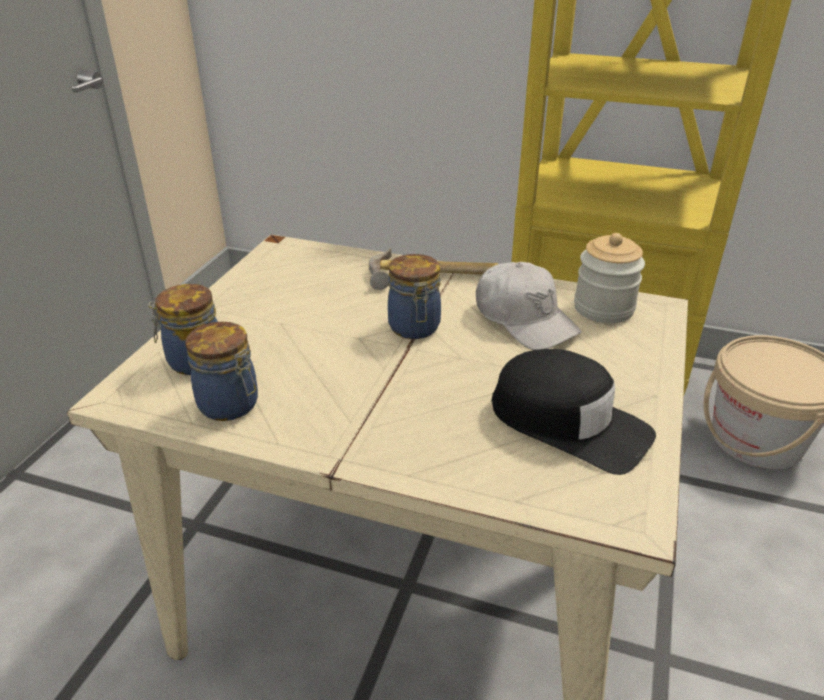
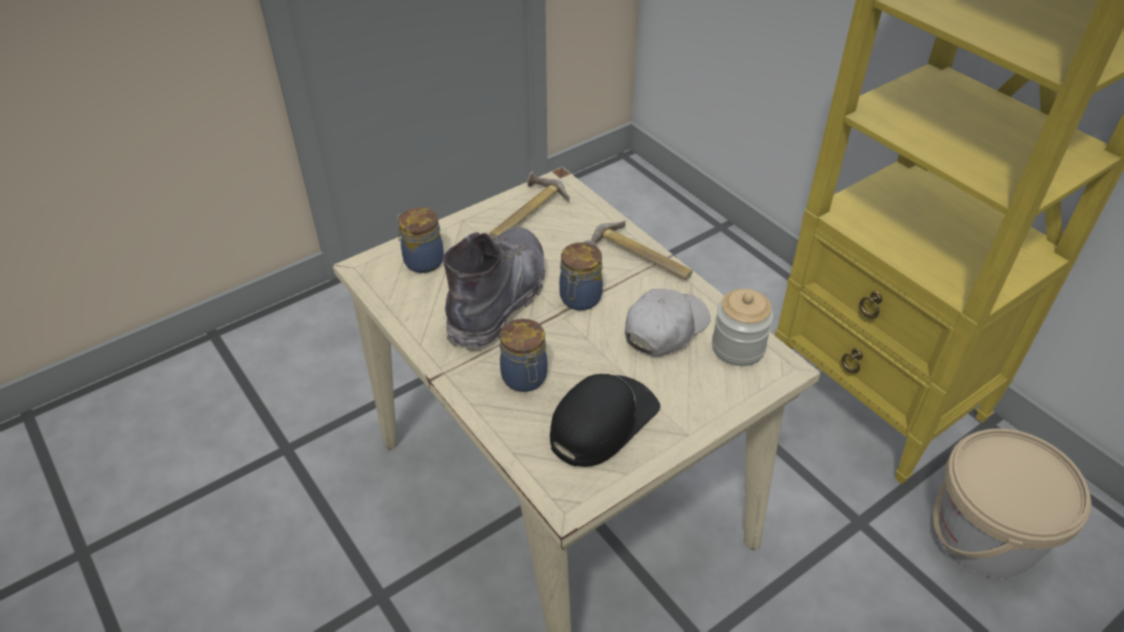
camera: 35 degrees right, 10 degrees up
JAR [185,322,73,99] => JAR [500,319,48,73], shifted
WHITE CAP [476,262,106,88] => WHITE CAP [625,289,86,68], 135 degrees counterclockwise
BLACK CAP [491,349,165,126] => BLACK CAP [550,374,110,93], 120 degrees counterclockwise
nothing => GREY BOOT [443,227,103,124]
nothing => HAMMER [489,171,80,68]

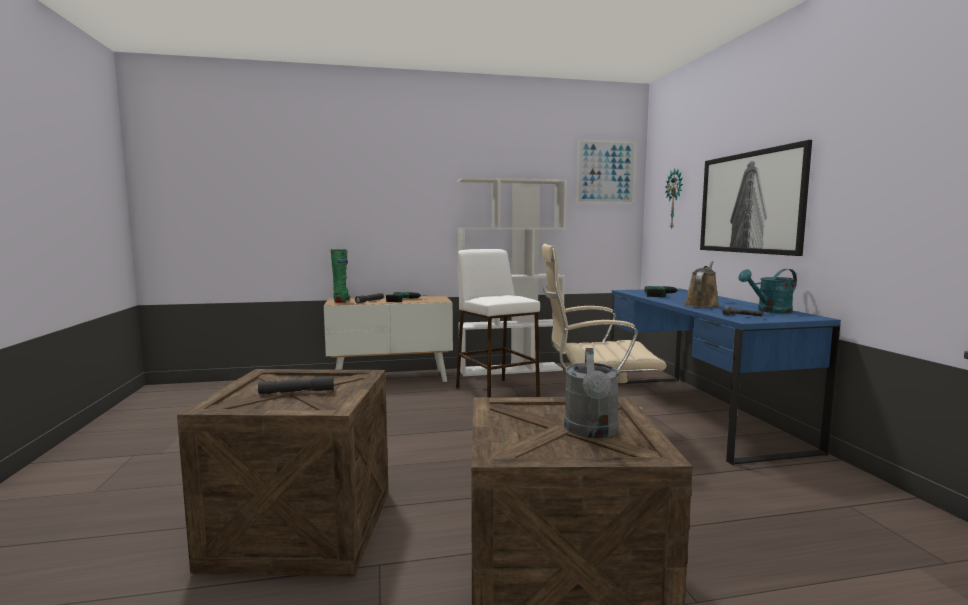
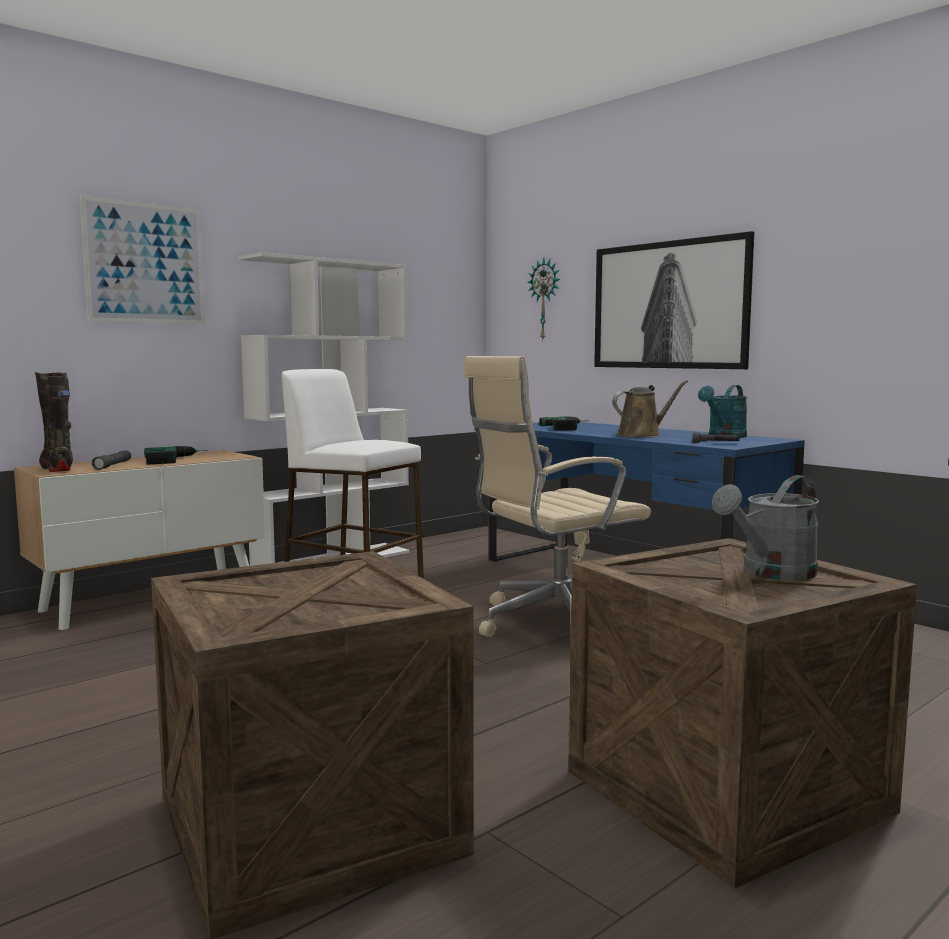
camera: 30 degrees left, 0 degrees up
GREY FLASHLIGHT [258,376,76,18] => nothing
GREEN BOOT [331,249,19,54] => BLACK BOOT [35,372,38,100]
GREY WATERING CAN [564,348,55,90] => GREY WATERING CAN [712,475,108,105], 75 degrees clockwise
PICTURE [576,139,61,65] => PICTURE [80,196,125,128], shifted
BROWN WATERING CAN [684,261,35,47] => BROWN WATERING CAN [612,380,76,57], 60 degrees clockwise

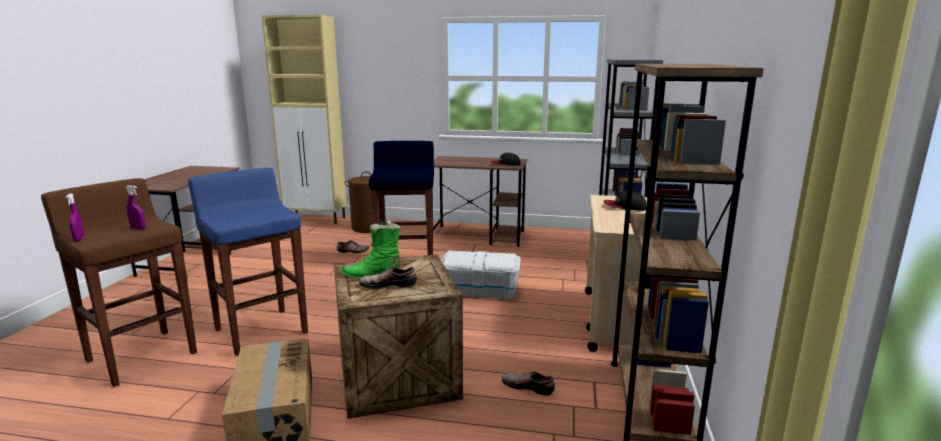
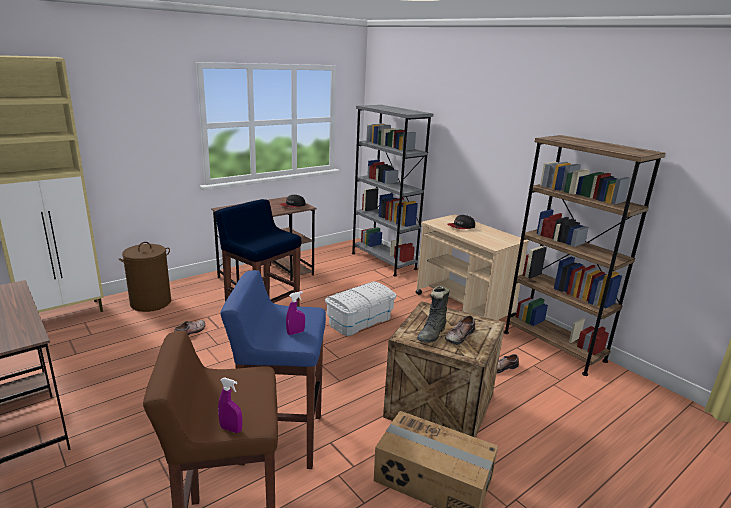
camera: 50 degrees left, 5 degrees up
PURPLE SPRAY BOTTLE [125,185,21,44] => PURPLE SPRAY BOTTLE [286,291,19,44], shifted
GREEN BOOT [341,220,60,58] => BLACK BOOT [417,286,33,57]

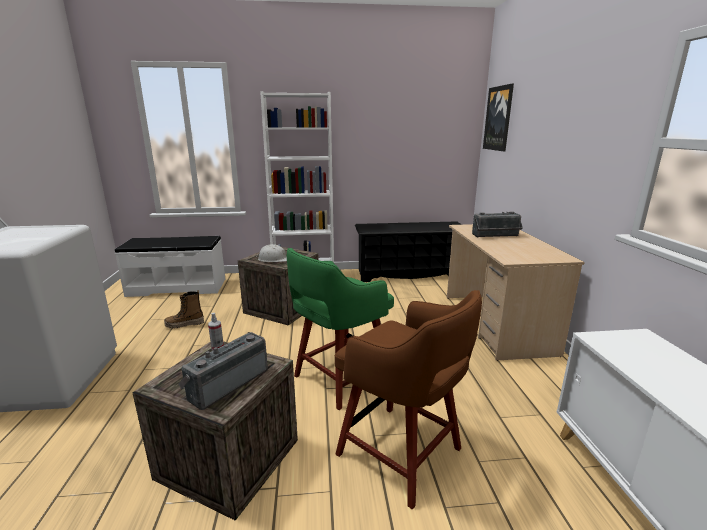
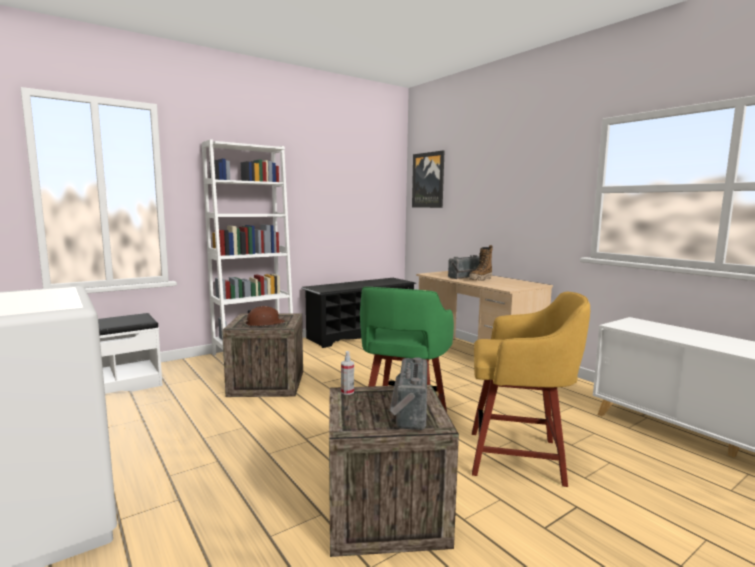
camera: 30 degrees left, 10 degrees down
BOOT [164,290,40,39] => BOOT [469,245,24,36], shifted
WHITE HARD HAT [256,244,31,18] => BROWN HARD HAT [243,306,42,20]
BROWN STOOL [335,290,147,220] => YELLOW STOOL [472,292,118,195]

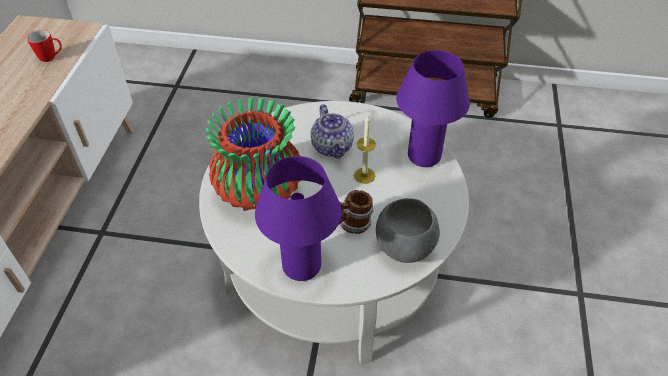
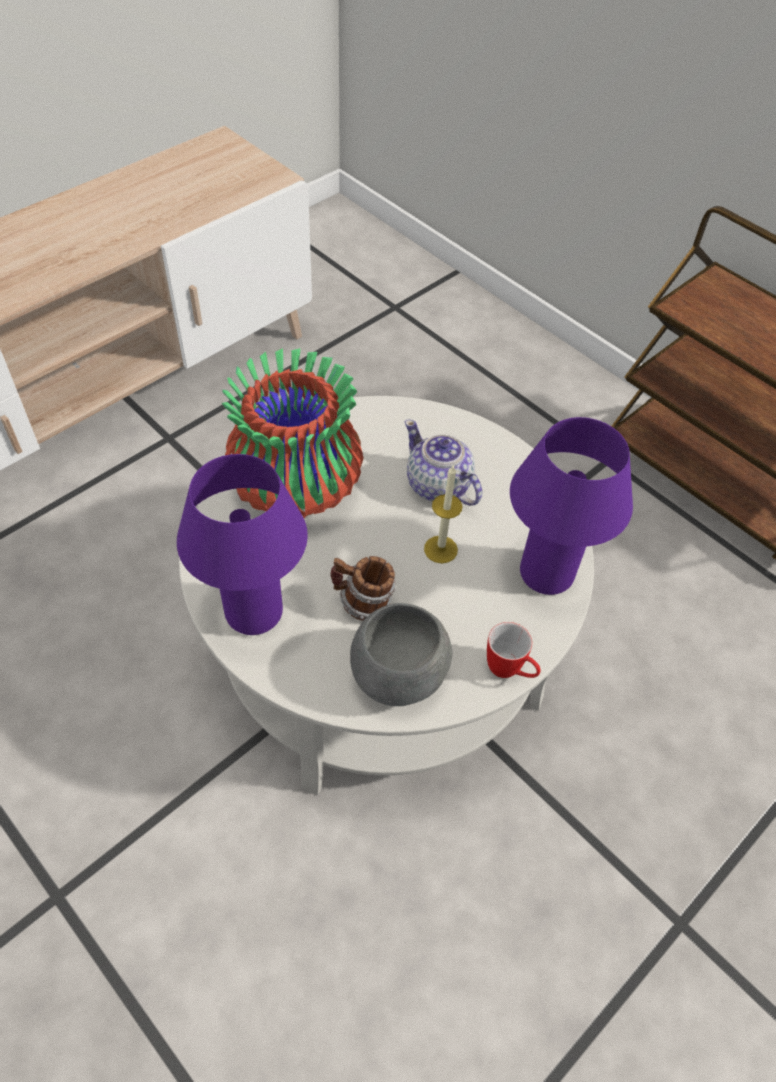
camera: 35 degrees right, 5 degrees up
MUG [27,30,35,32] => MUG [487,622,53,56], shifted
TEAPOT [311,104,43,55] => TEAPOT [405,419,77,87], 120 degrees clockwise

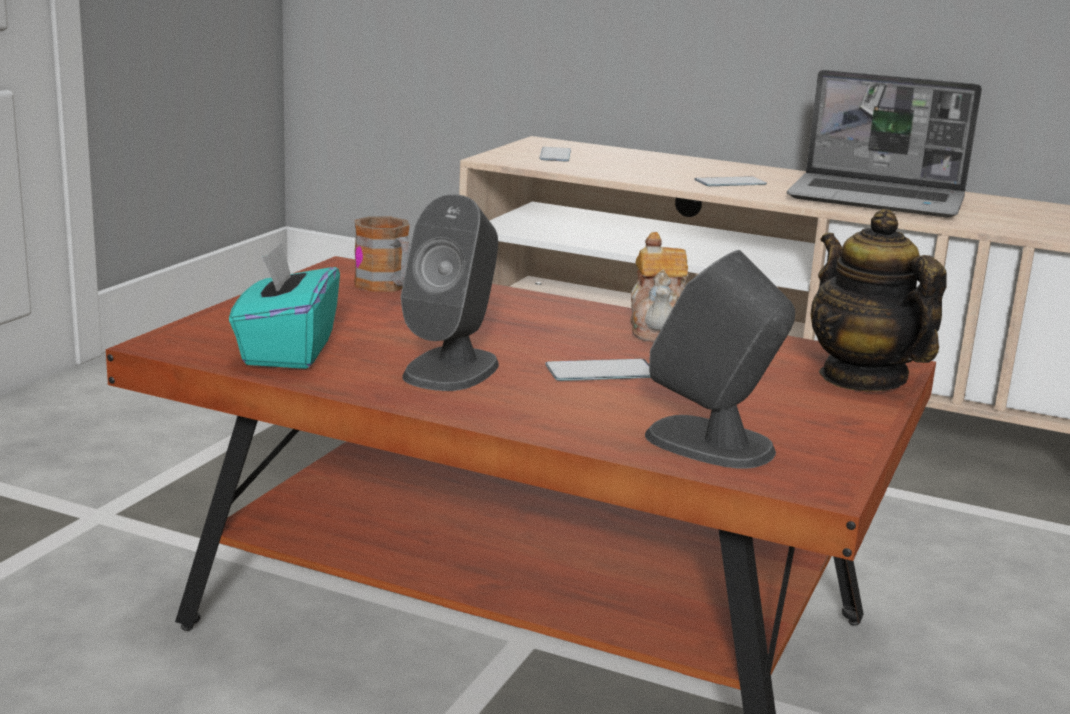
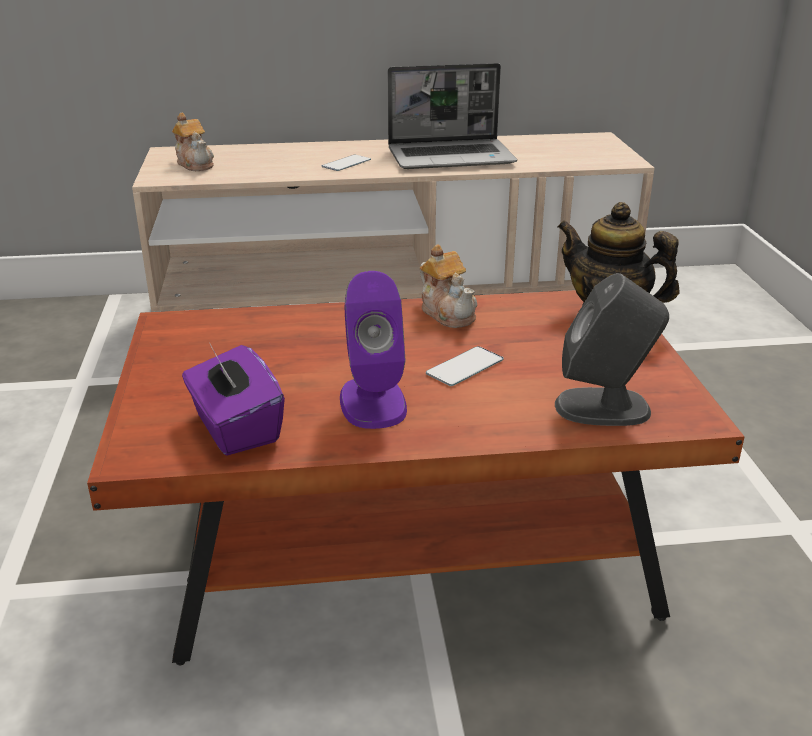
camera: 30 degrees left, 10 degrees up
TURQUOISE TISSUE BOX [229,242,111,127] => PURPLE TISSUE BOX [182,342,103,113]
MUG [354,216,56,76] => nothing
GREY SPEAKER [401,194,98,197] => PURPLE SPEAKER [340,271,67,158]
PHONE [539,147,32,14] => TEAPOT [172,112,42,59]

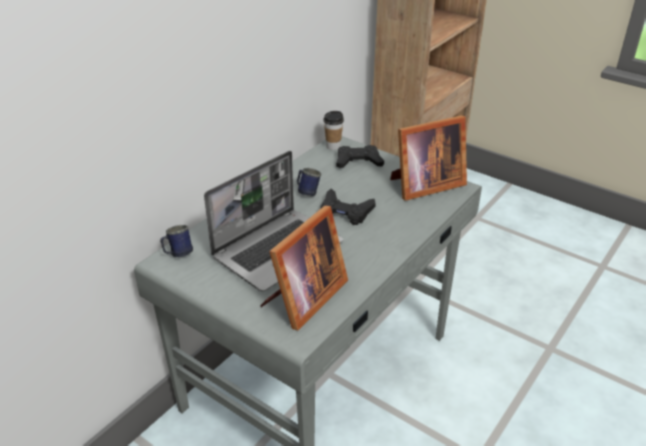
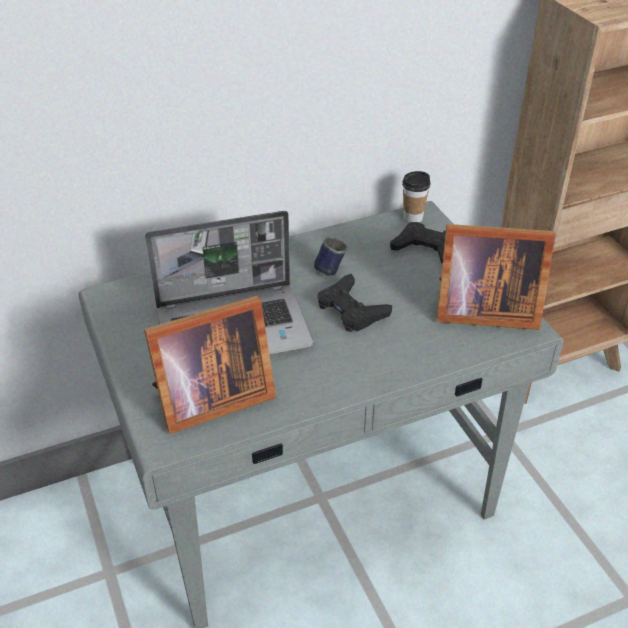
camera: 30 degrees right, 5 degrees up
BLUE MUG [160,225,33,32] => nothing

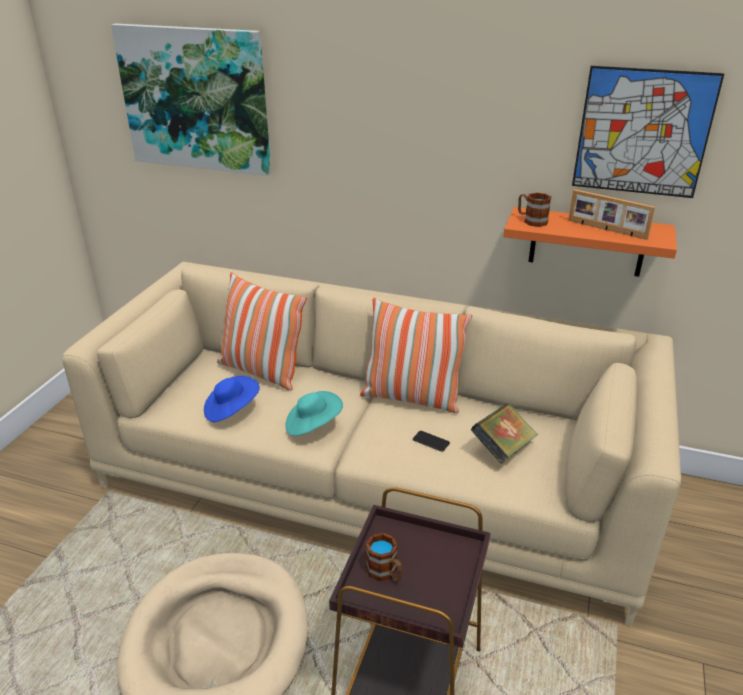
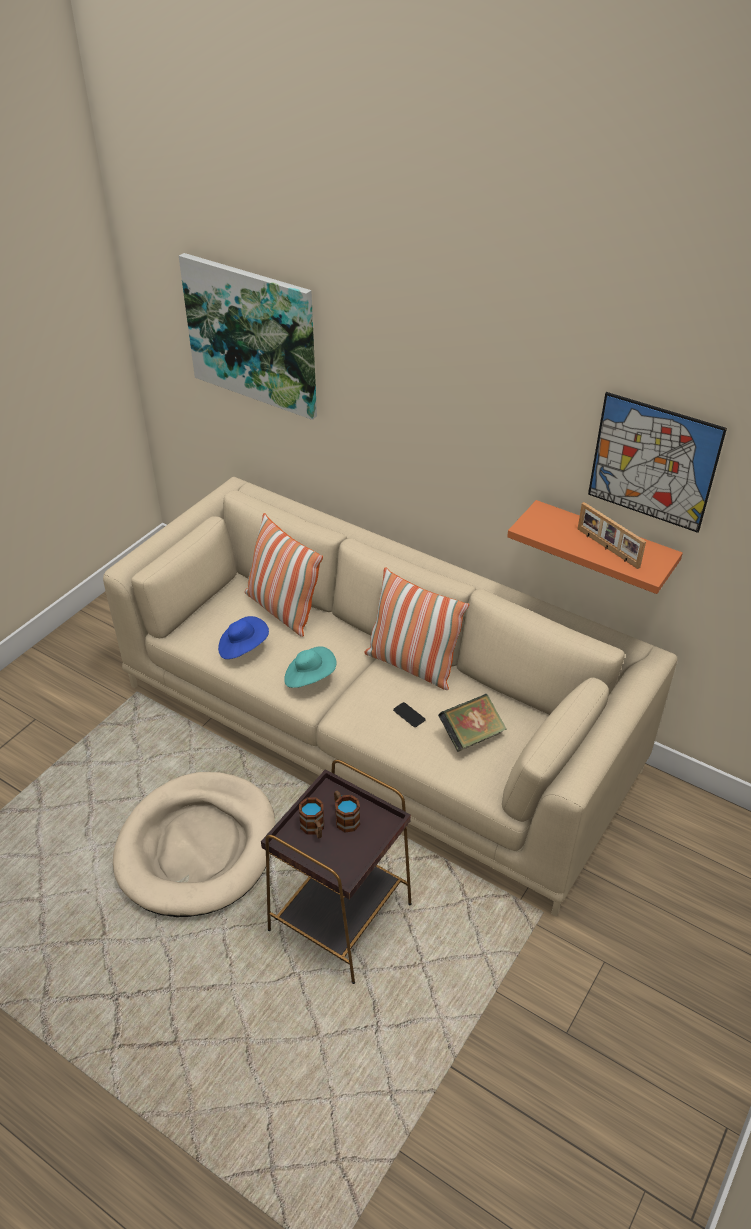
camera: 15 degrees right, 10 degrees up
MUG [518,193,33,34] => MUG [334,791,26,41], shifted

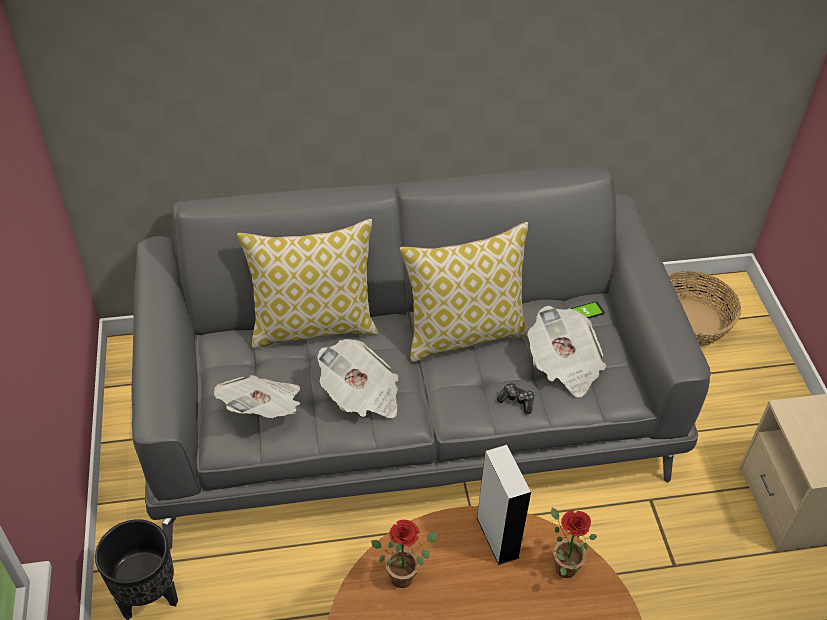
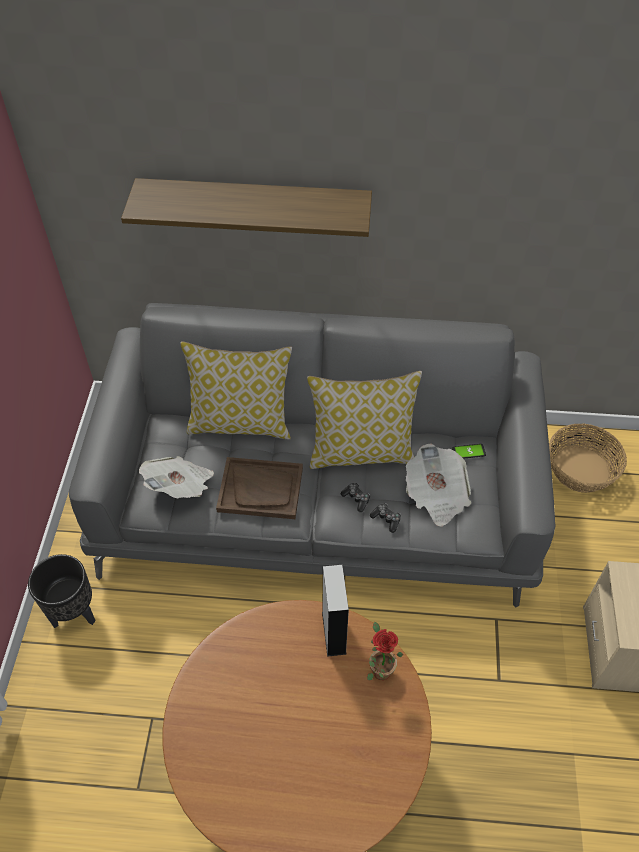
camera: 15 degrees right, 5 degrees up
NEWSPAPER [317,339,82,79] => BROWN TRAY [216,457,87,62]
POTTED PLANT [371,520,67,68] => nothing
nothing => SHELF [121,178,251,59]
nothing => GAME CONTROLLER [341,483,29,29]

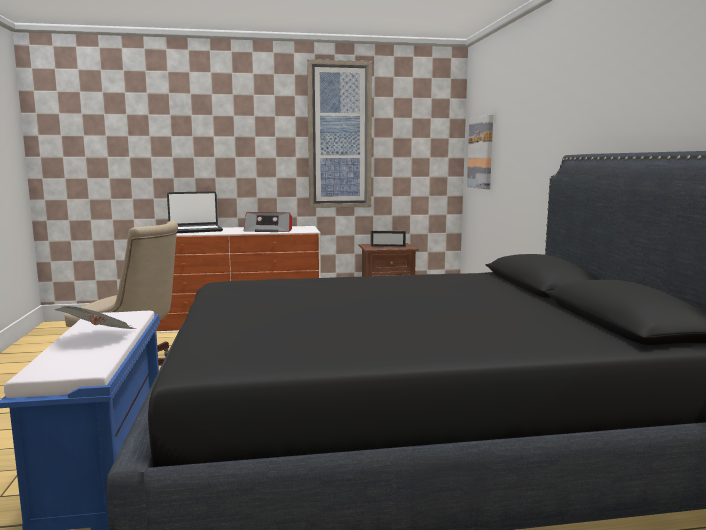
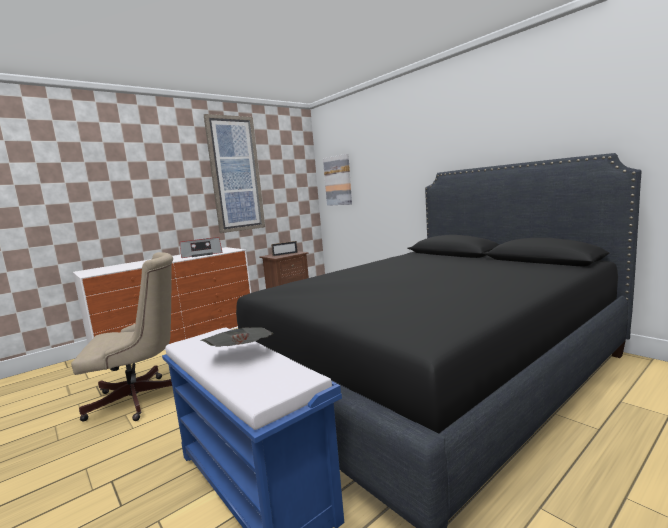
camera: 30 degrees left, 0 degrees up
LAPTOP [167,191,56,42] => nothing

